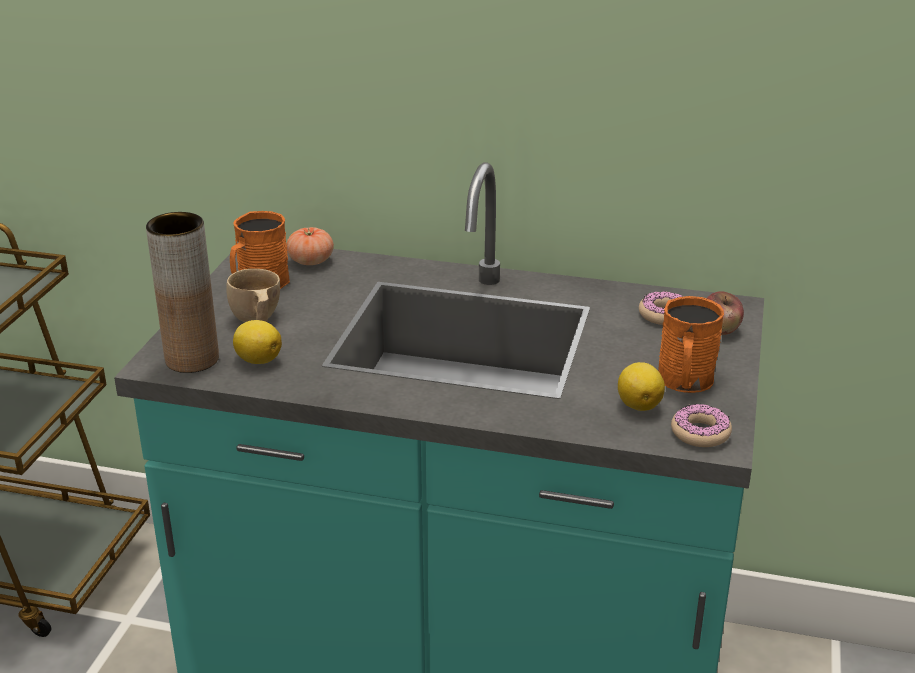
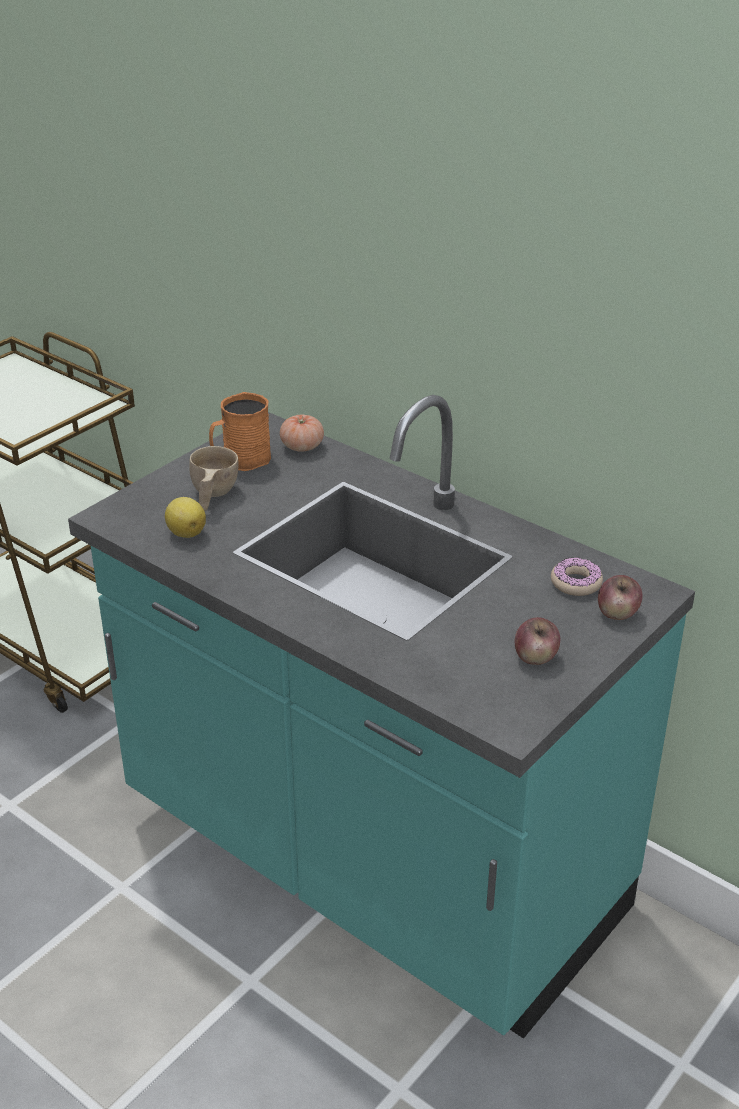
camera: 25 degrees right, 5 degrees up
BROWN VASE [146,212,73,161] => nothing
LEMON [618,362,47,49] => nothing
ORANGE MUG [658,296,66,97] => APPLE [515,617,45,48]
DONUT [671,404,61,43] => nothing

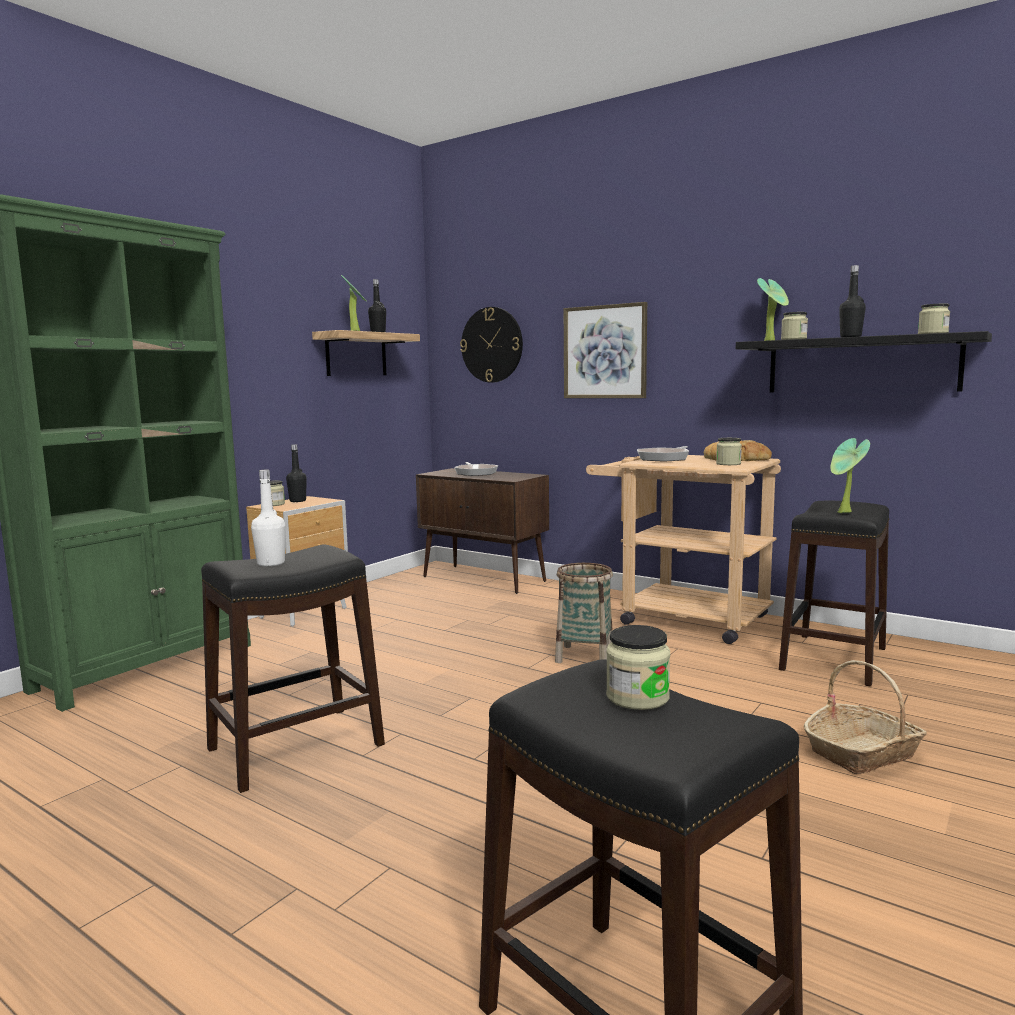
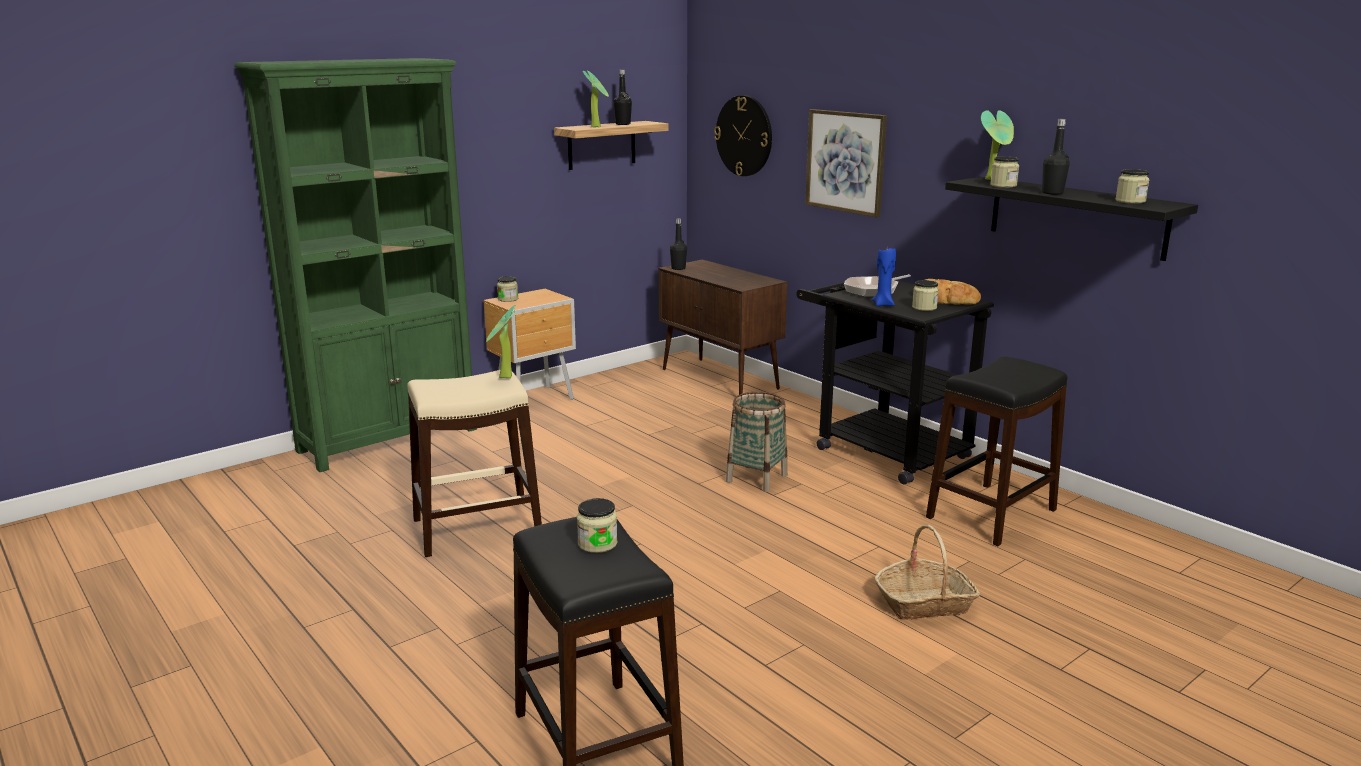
camera: 15 degrees right, 10 degrees up
BLACK STOOL [201,545,184,248] => BEIGE STOOL [407,370,135,187]
WHITE BOTTLE [251,470,35,97] => nothing
BLACK BOTTLE [286,444,21,58] => BLACK BOTTLE [670,218,17,52], shifted
FRYING PAN [454,462,44,14] => nothing
BEIGE CART [586,455,195,189] => BLACK CART [796,280,198,204]
POTTED PLANT [830,438,40,75] => POTTED PLANT [486,305,30,73], shifted
nothing => BLUE CANDLE [871,248,25,58]

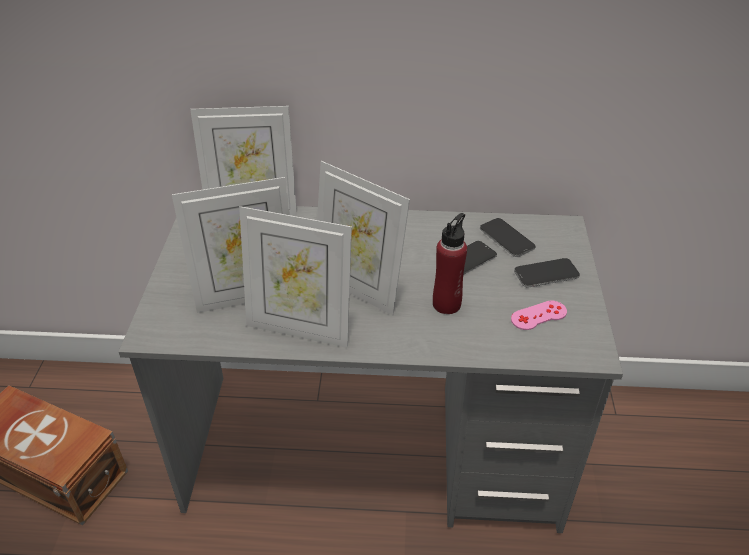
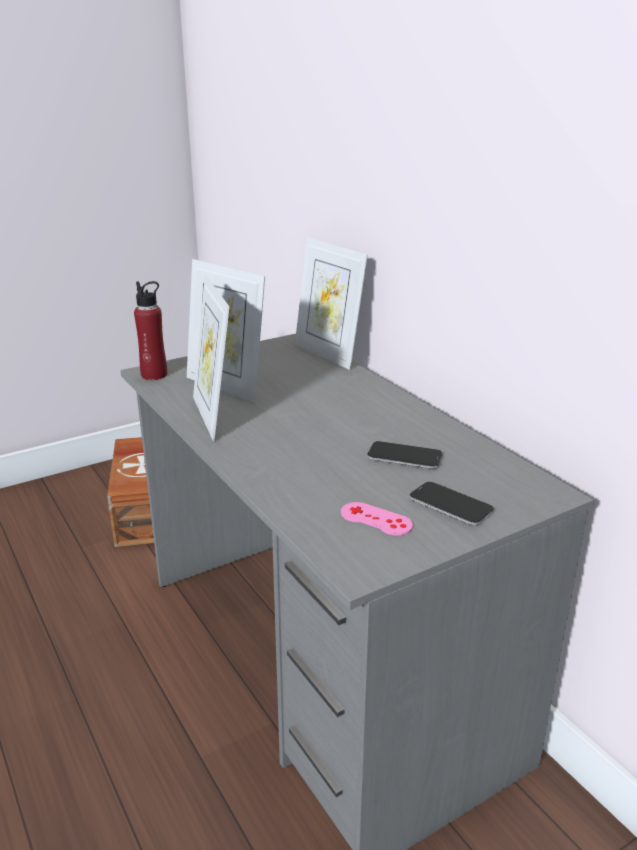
camera: 55 degrees right, 15 degrees down
PICTURE FRAME [317,161,93,155] => nothing
RED BOTTLE [433,213,34,101] => RED BOTTLE [134,281,33,99], shifted
PHONE [480,218,56,39] => nothing

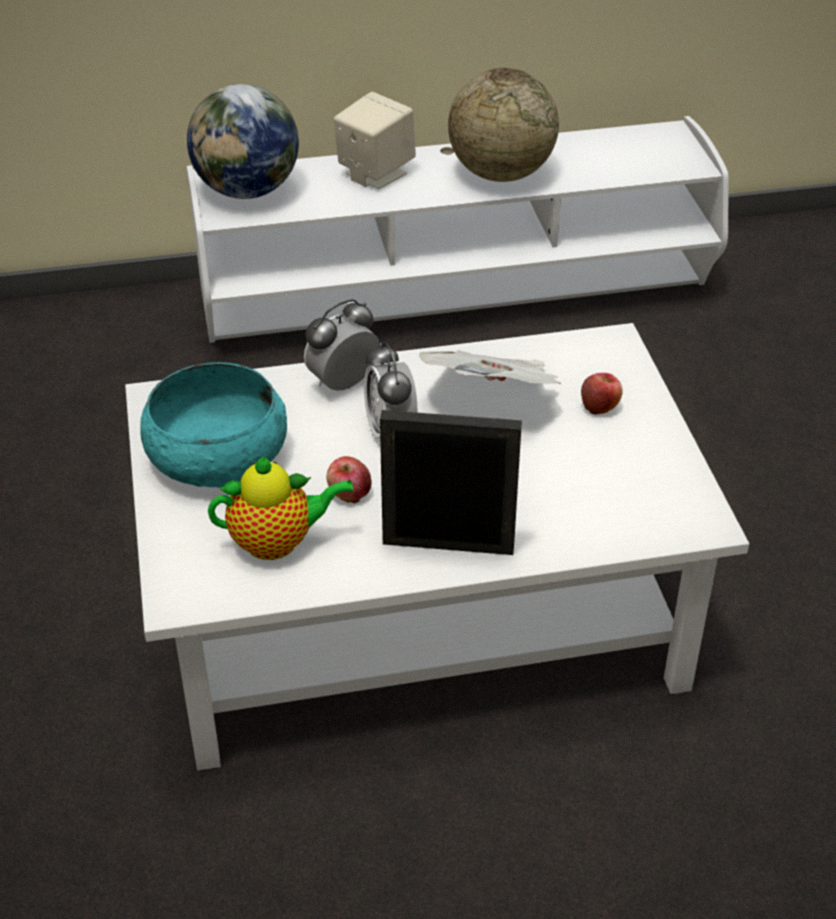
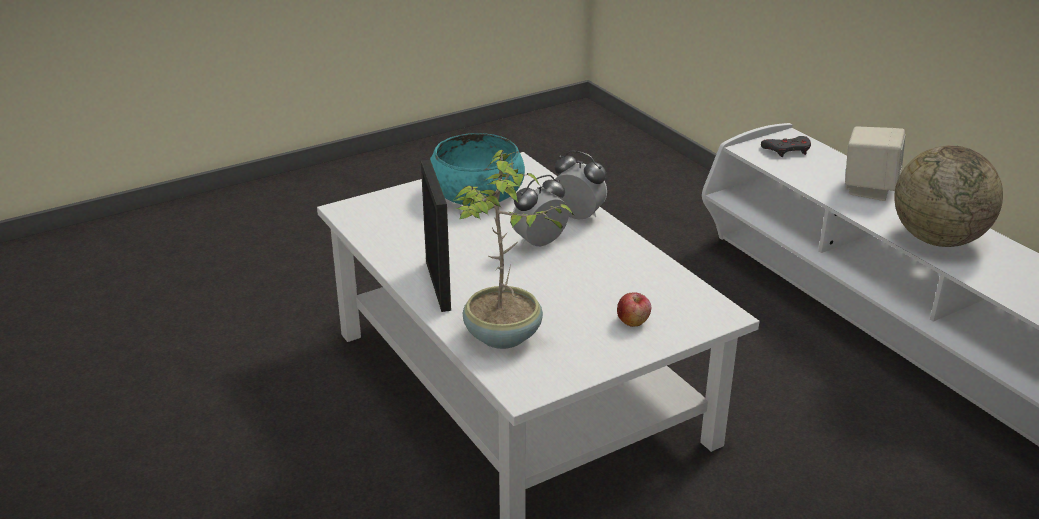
camera: 70 degrees right, 10 degrees down
GLOBE [187,84,112,115] => GREY GAME CONTROLLER [761,136,50,21]
TEAPOT [208,456,145,104] => nothing
APPLE [326,456,46,48] => nothing
NEWSPAPER [419,350,143,34] => nothing
nothing => POTTED PLANT [454,150,120,199]

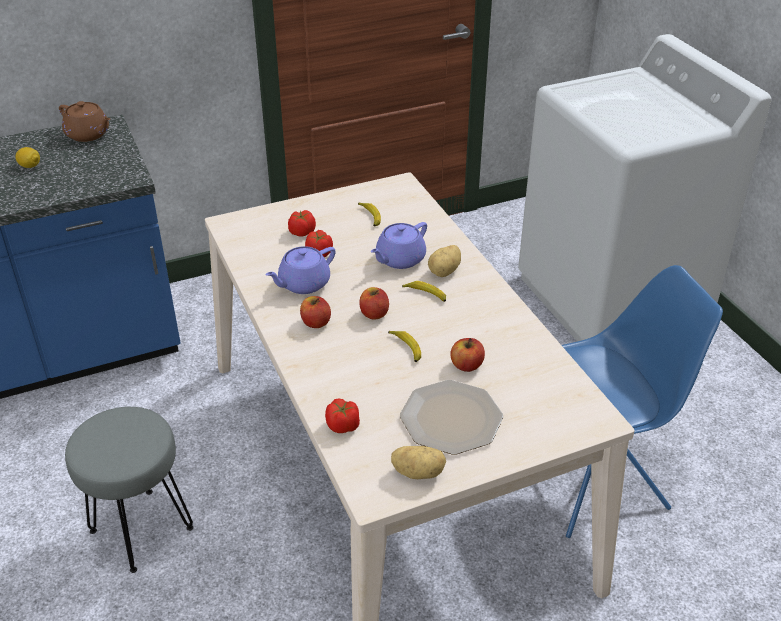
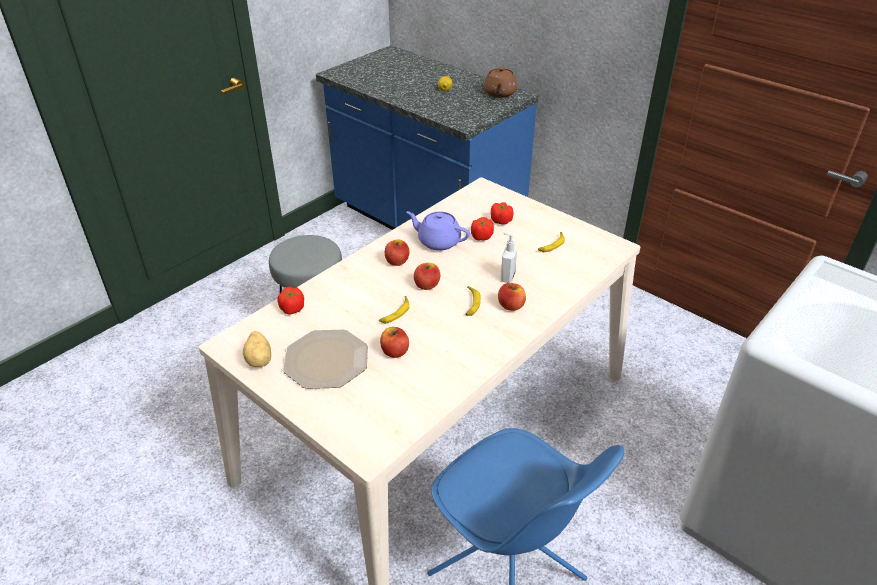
camera: 65 degrees right, 0 degrees up
PURPLE TEAPOT [371,222,56,47] => SOAP DISPENSER [501,233,16,50]
POTATO [428,245,33,32] => APPLE [498,283,28,28]

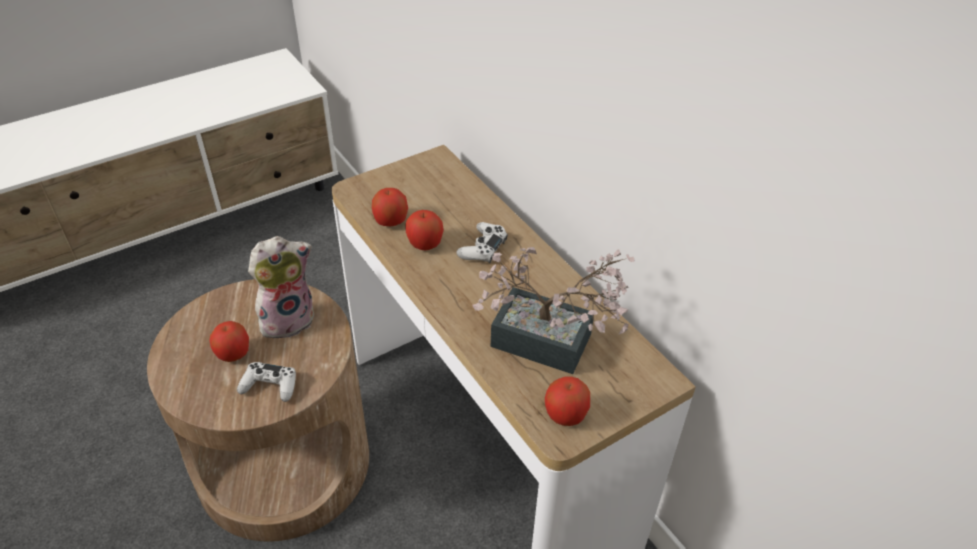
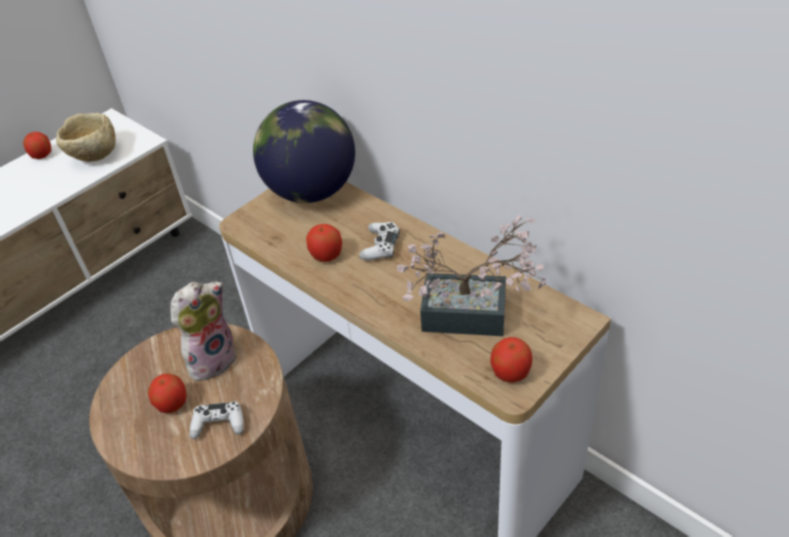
camera: 10 degrees left, 0 degrees up
APPLE [372,188,36,38] => APPLE [23,132,28,27], shifted
nothing => BEIGE BOWL [56,113,60,49]
nothing => GLOBE [253,100,102,103]

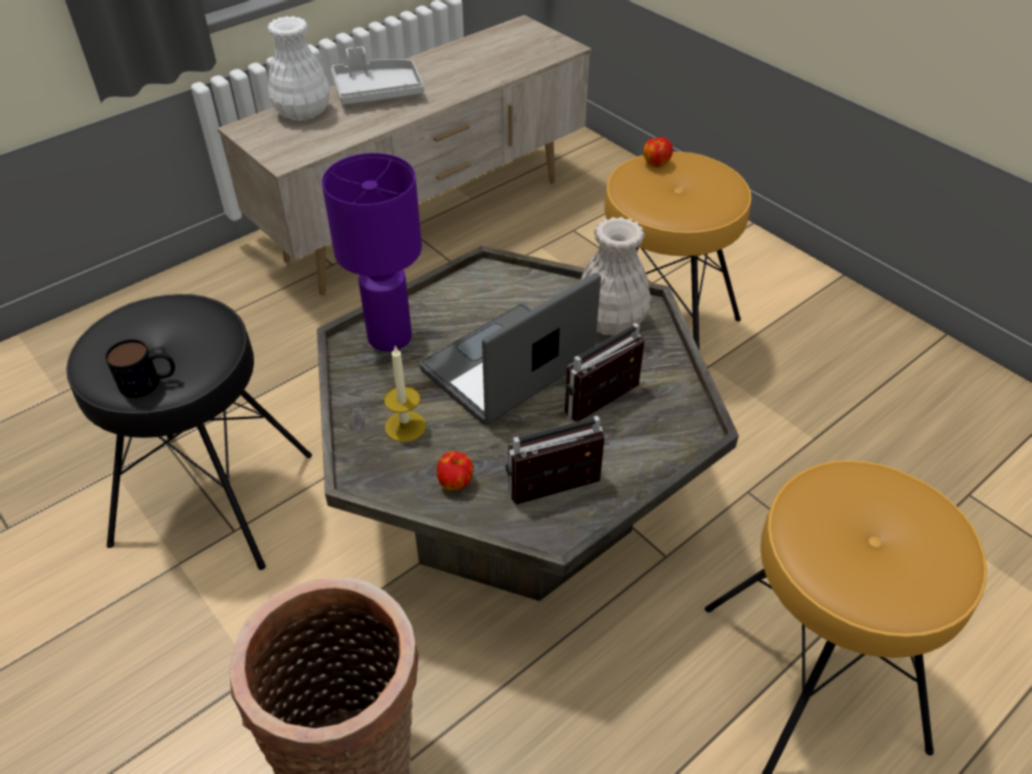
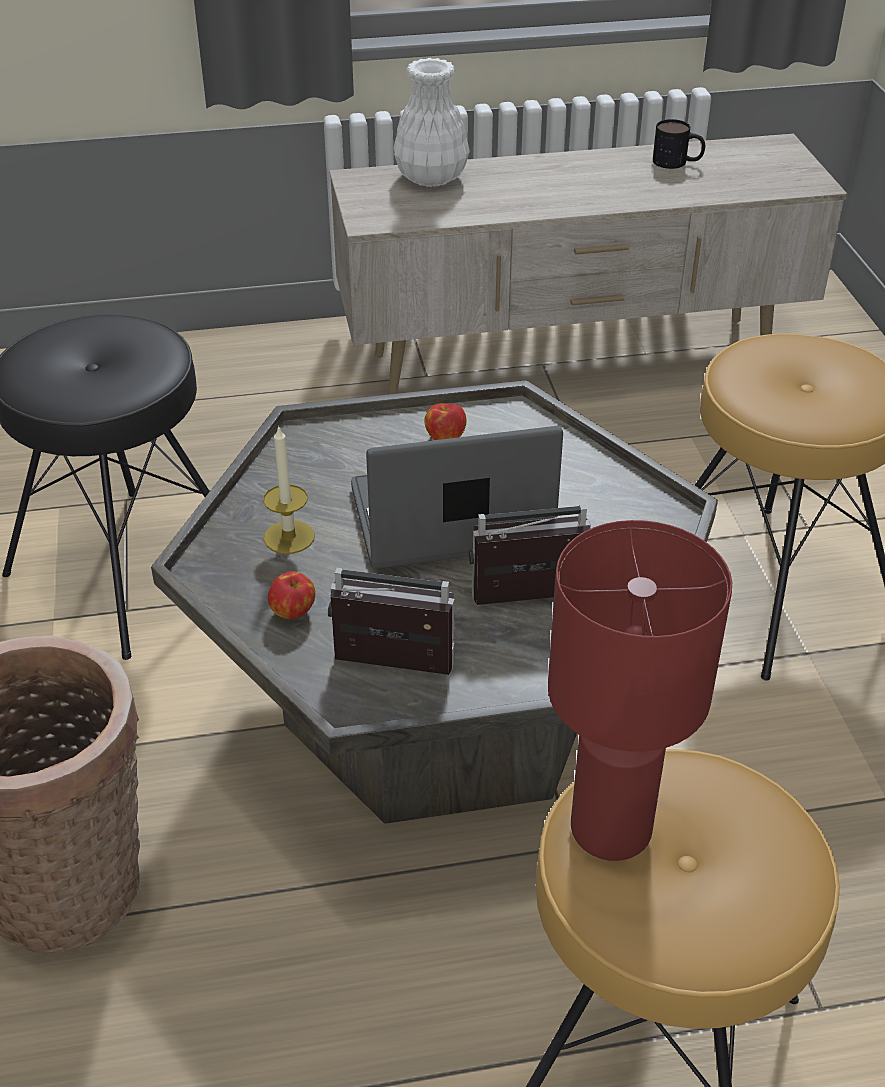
camera: 30 degrees right, 5 degrees down
MUG [105,339,70,59] => MUG [653,119,52,50], shifted
PURPLE TABLE LAMP [322,153,100,199] => nothing
GREY TRAY [331,47,93,58] => nothing
WHITE VASE [581,217,70,119] => nothing
APPLE [643,137,30,30] => APPLE [424,403,42,37], shifted
nothing => RED TABLE LAMP [548,520,184,341]

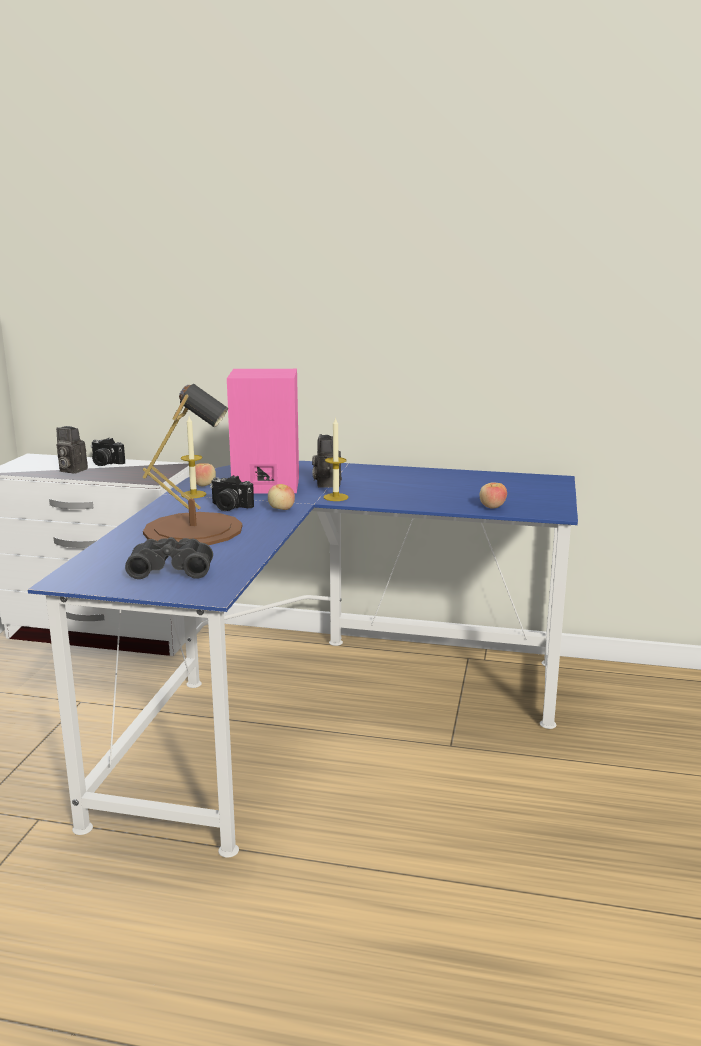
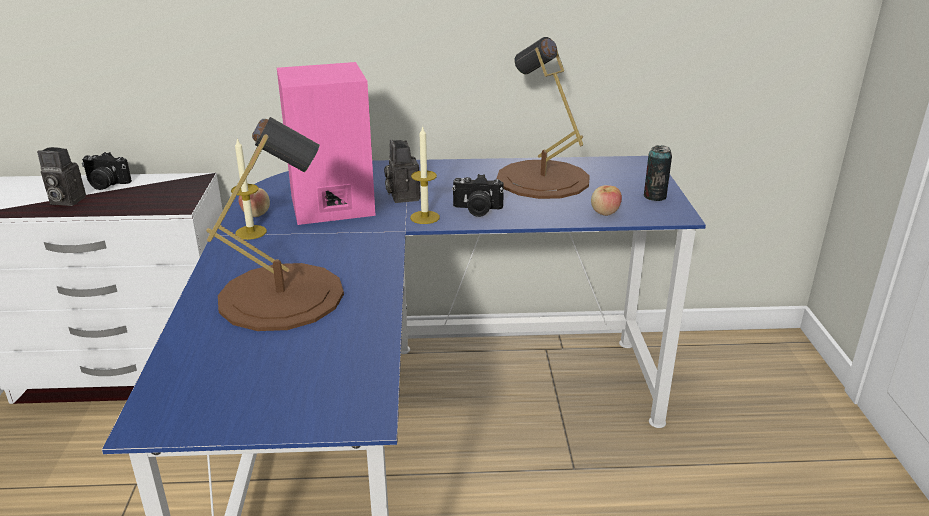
camera: 15 degrees left, 10 degrees up
BLACK BINOCULARS [125,537,88,42] => nothing
PHOTO CAMERA [210,475,44,36] => PHOTO CAMERA [452,174,52,43], shifted
APPLE [268,484,27,26] => nothing
nothing => BROWN TABLE LAMP [497,37,93,162]
nothing => CAN [643,145,29,56]

